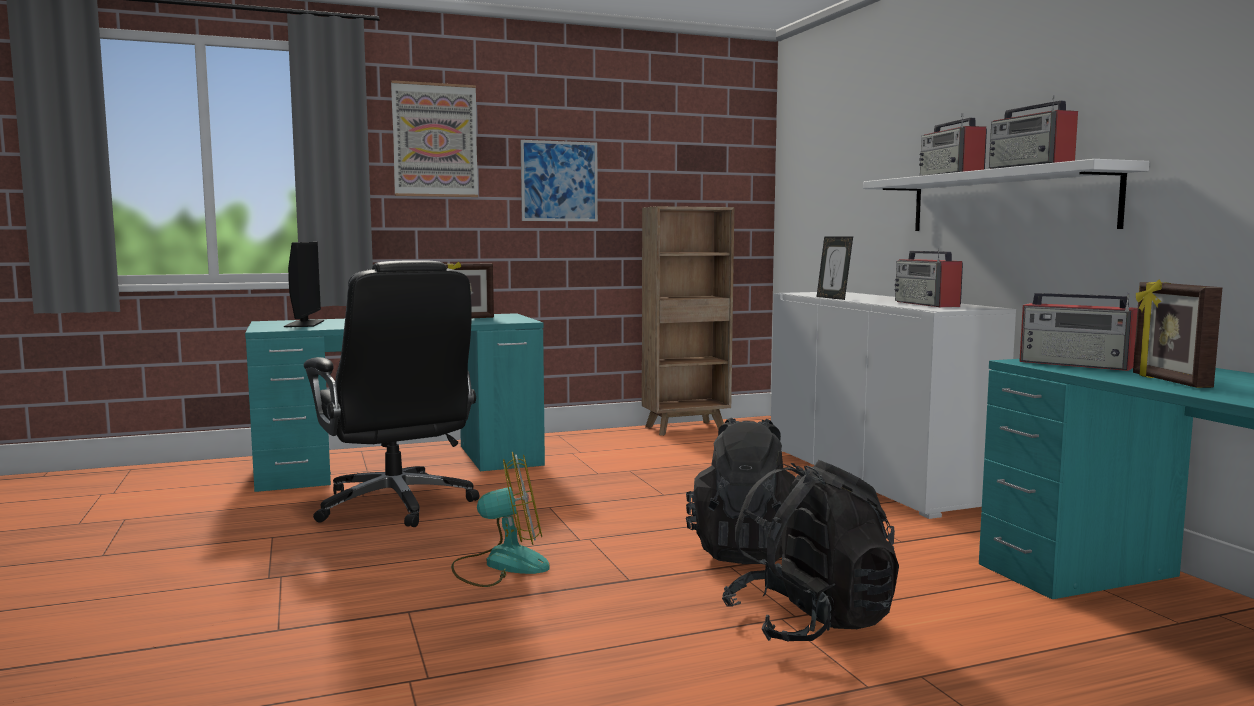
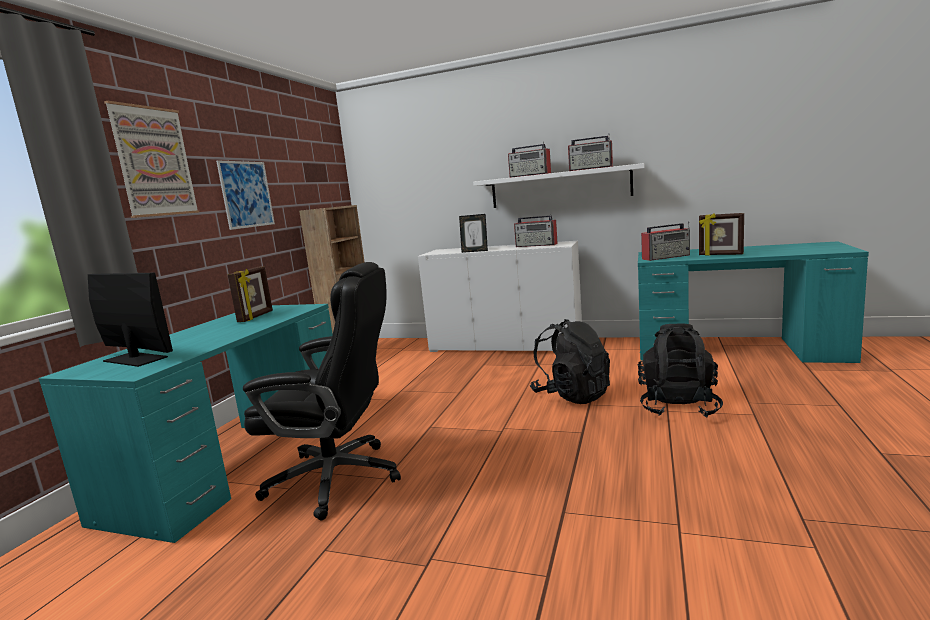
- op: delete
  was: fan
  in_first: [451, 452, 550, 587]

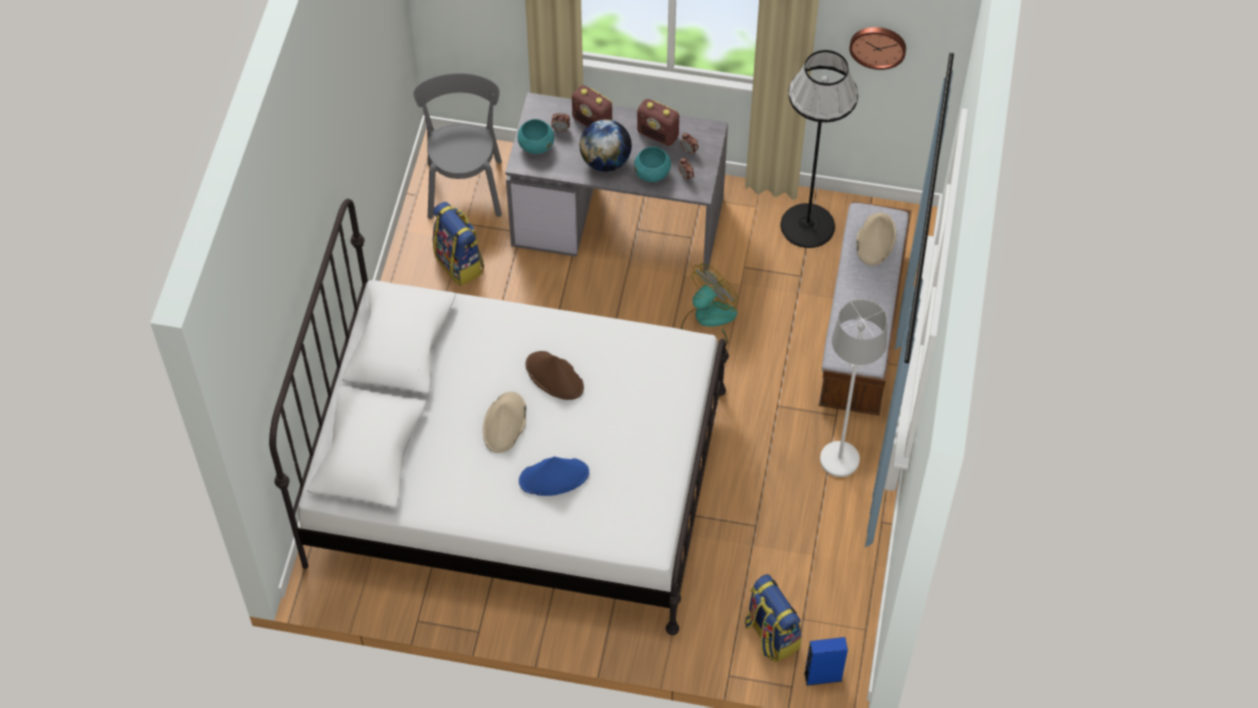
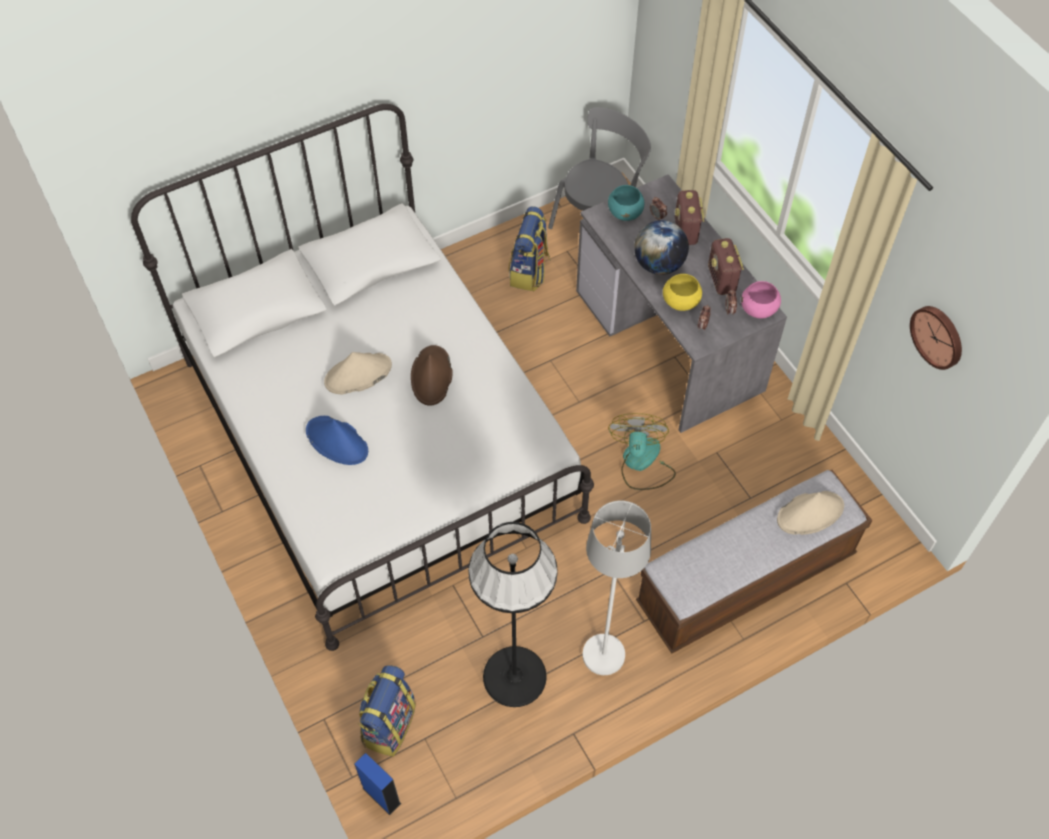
- op: move
  was: blackish standard lamp
  in_first: [781, 50, 858, 248]
  in_second: [468, 522, 558, 707]
- op: recolor
  was: turquoise-coloured bowl
  now: yellow bowl
  in_first: [634, 147, 671, 182]
  in_second: [663, 274, 702, 311]
- op: rotate
  was: fan
  in_first: [681, 263, 738, 345]
  in_second: [608, 413, 676, 490]
  clockwise: -90
- op: insert
  now: pink-coloured bowl
  in_second: [741, 281, 781, 319]

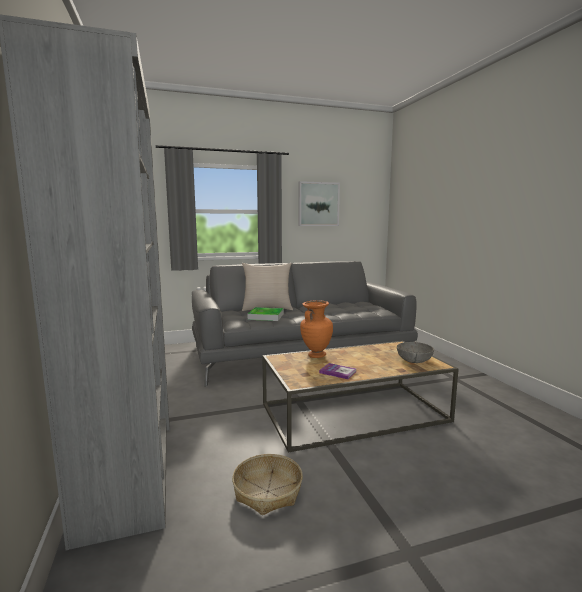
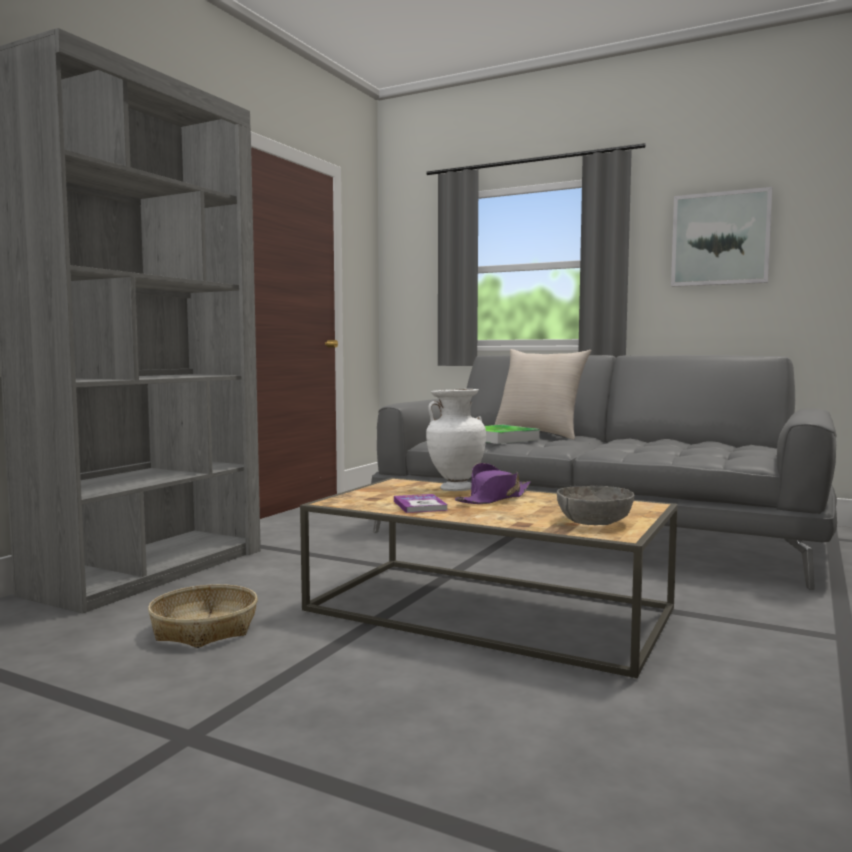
- op: recolor
  was: orange-coloured decorative vase
  now: whitish decorative vase
  in_first: [300, 300, 333, 358]
  in_second: [426, 389, 486, 491]
- op: insert
  now: purple clothing hat
  in_second: [455, 463, 531, 504]

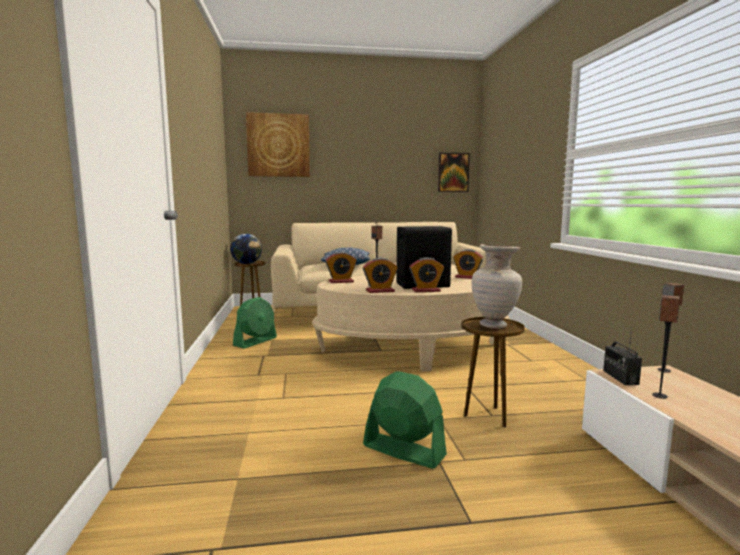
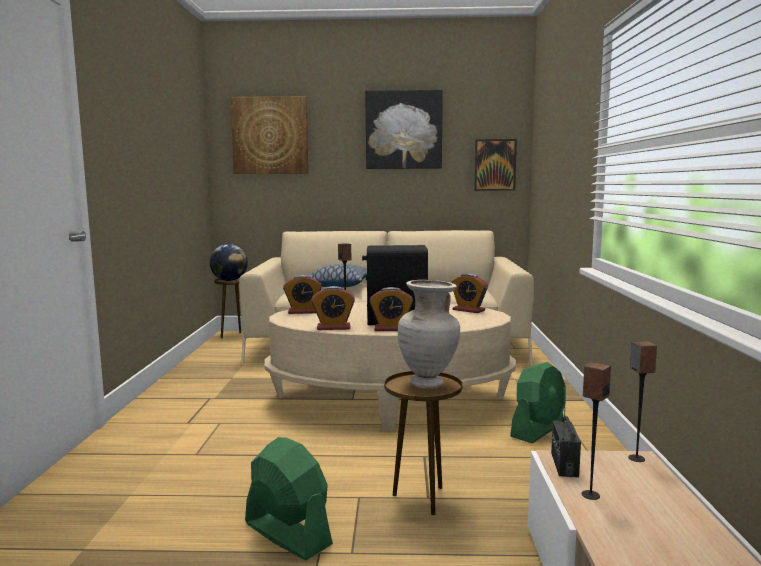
- op: move
  was: green fan
  in_first: [233, 297, 277, 349]
  in_second: [510, 362, 566, 443]
- op: insert
  now: wall art
  in_second: [365, 90, 443, 169]

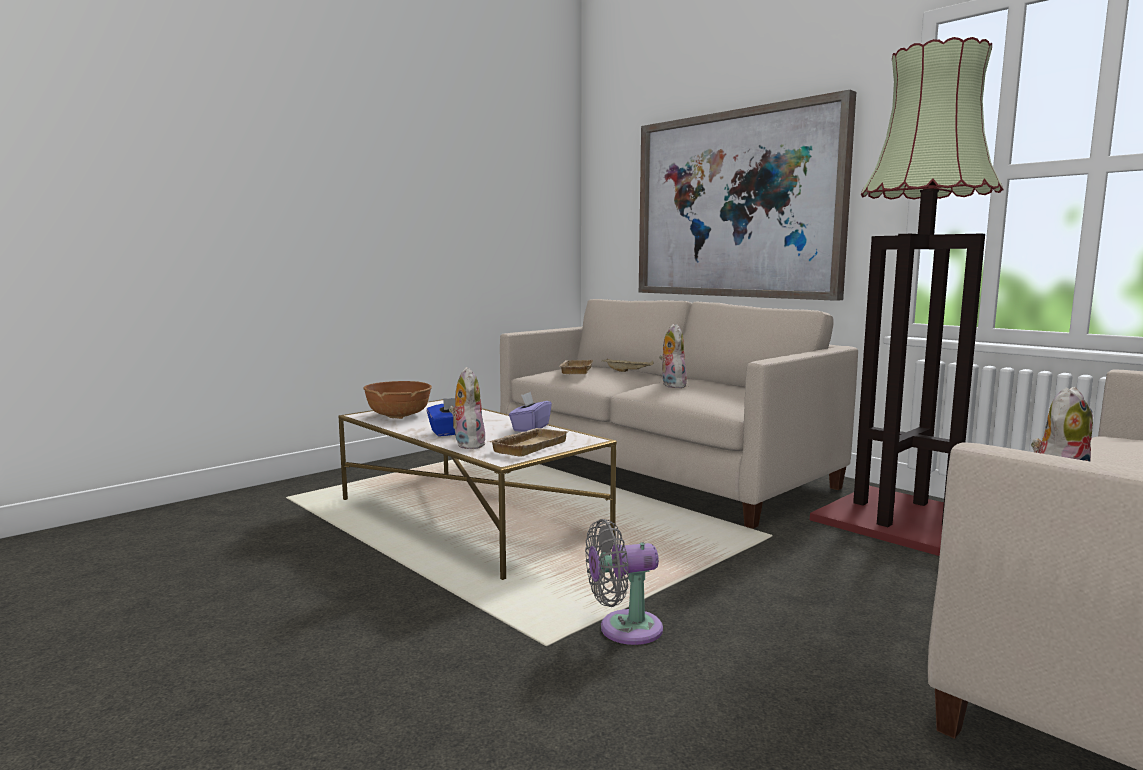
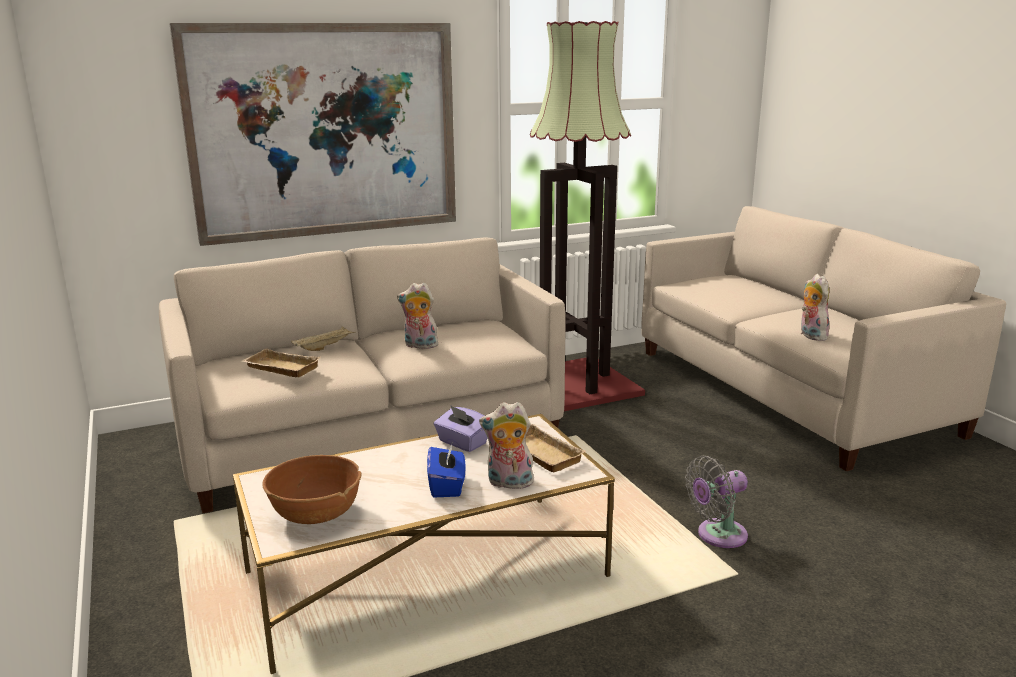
- op: rotate
  was: greyish fan
  in_first: [585, 519, 663, 645]
  in_second: [685, 456, 748, 548]
  clockwise: 60

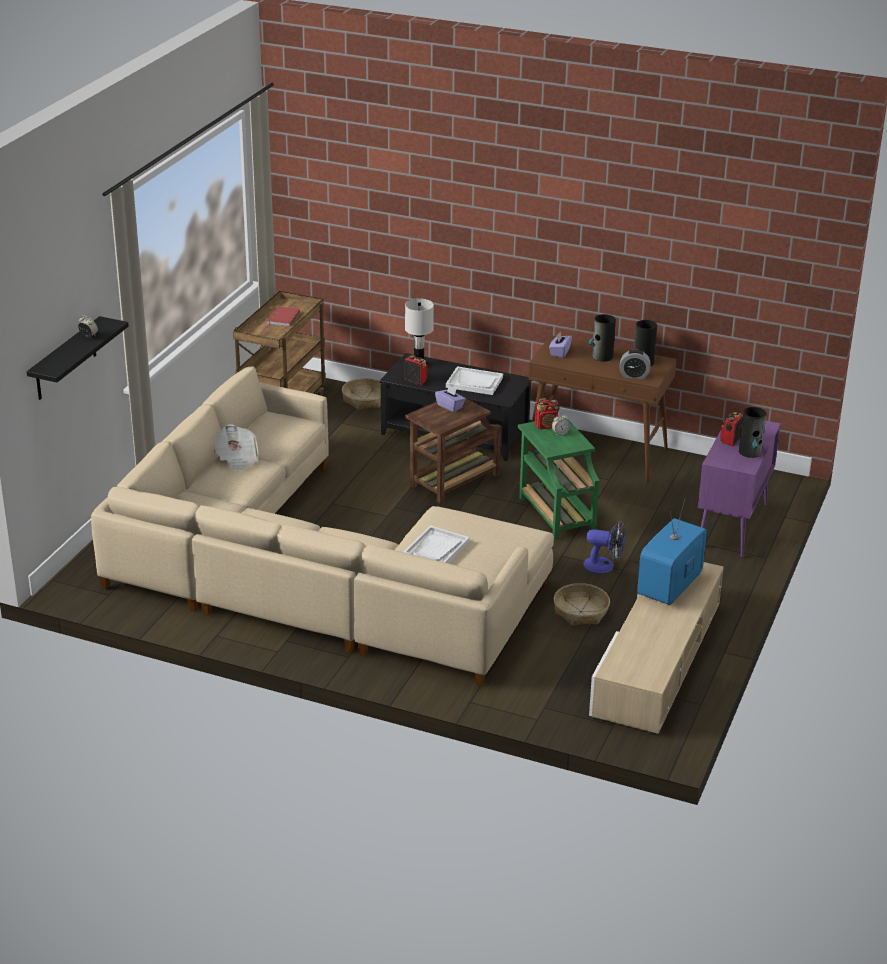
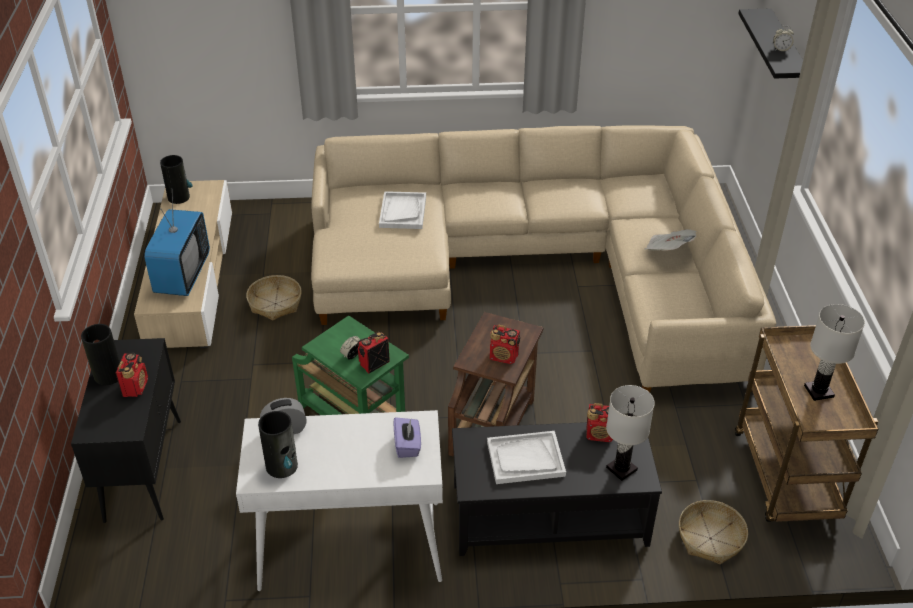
- op: replace
  was: red-coloured book
  now: whitish lamp for a table
  in_first: [267, 306, 300, 327]
  in_second: [804, 304, 865, 401]
- op: move
  was: decorative vase
  in_first: [589, 314, 616, 362]
  in_second: [160, 155, 193, 204]
- op: recolor
  was: brown-coloured hall table
  now: whitish hall table
  in_first: [528, 335, 677, 482]
  in_second: [236, 410, 443, 591]
- op: replace
  was: purple tissue box
  now: radio set
  in_first: [435, 385, 466, 412]
  in_second: [490, 325, 520, 364]
- op: recolor
  was: purple storage cabinet
  now: blackish storage cabinet
  in_first: [698, 414, 781, 557]
  in_second: [71, 338, 181, 523]
- op: delete
  was: fan
  in_first: [583, 521, 625, 574]

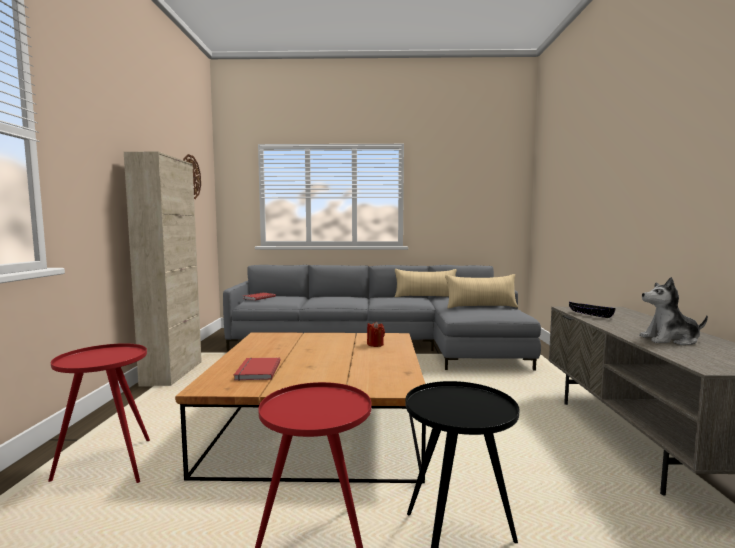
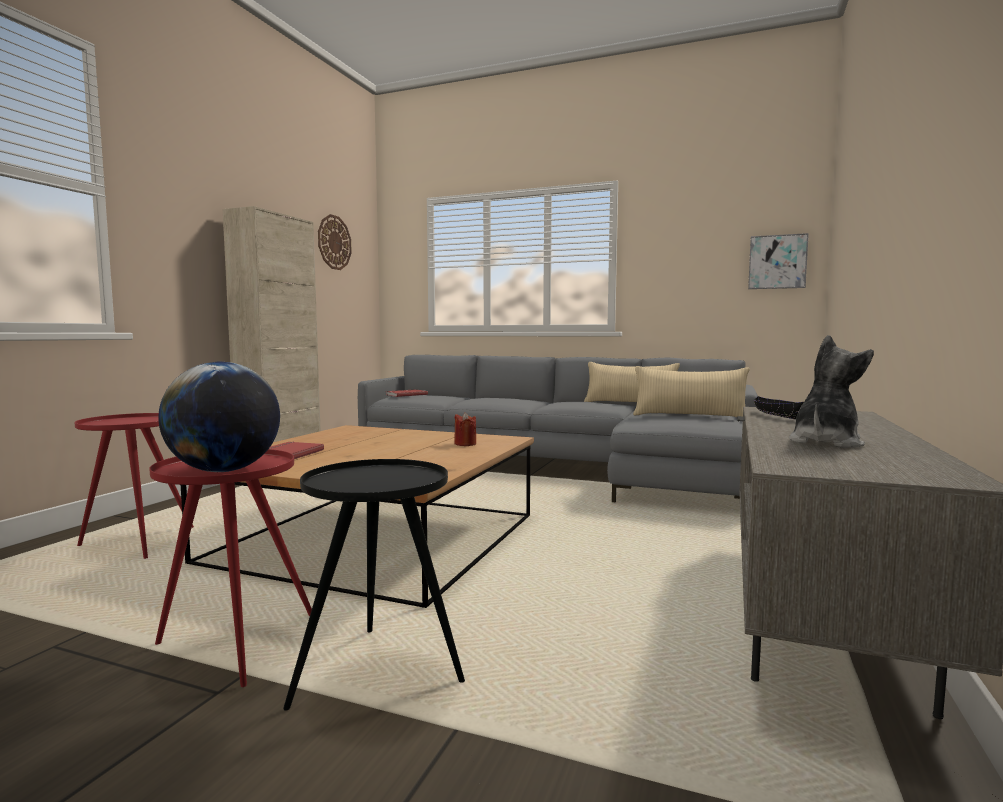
- op: rotate
  was: plush toy
  in_first: [639, 277, 708, 345]
  in_second: [789, 335, 874, 448]
  clockwise: 105
- op: insert
  now: wall art
  in_second: [748, 233, 809, 289]
- op: insert
  now: globe
  in_second: [158, 361, 280, 472]

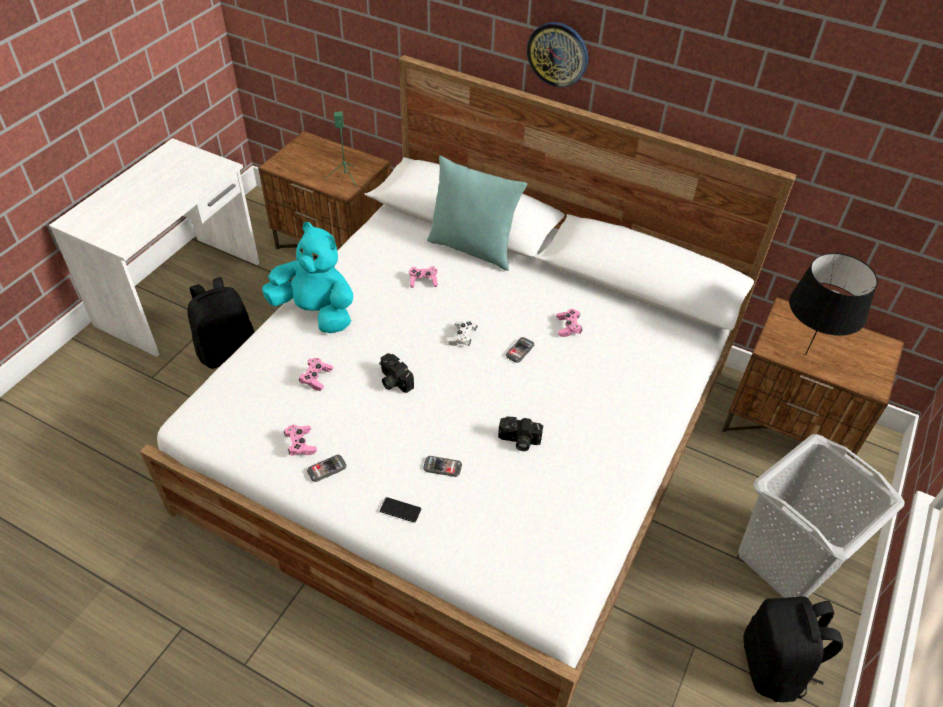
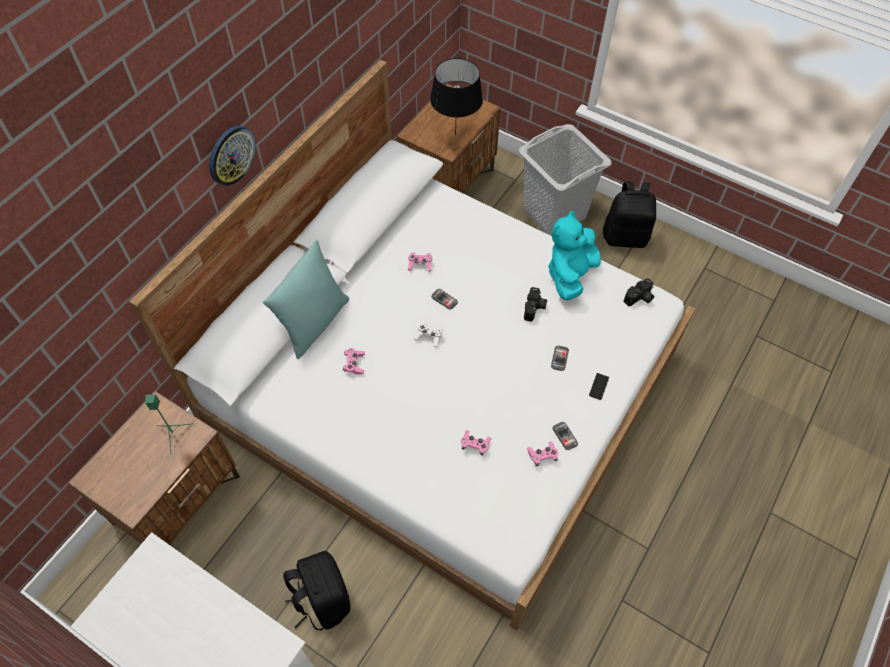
- op: move
  was: turquoise-coloured plush toy
  in_first: [262, 222, 353, 333]
  in_second: [548, 211, 601, 301]
- op: move
  was: photo camera
  in_first: [379, 353, 414, 393]
  in_second: [623, 278, 654, 306]

